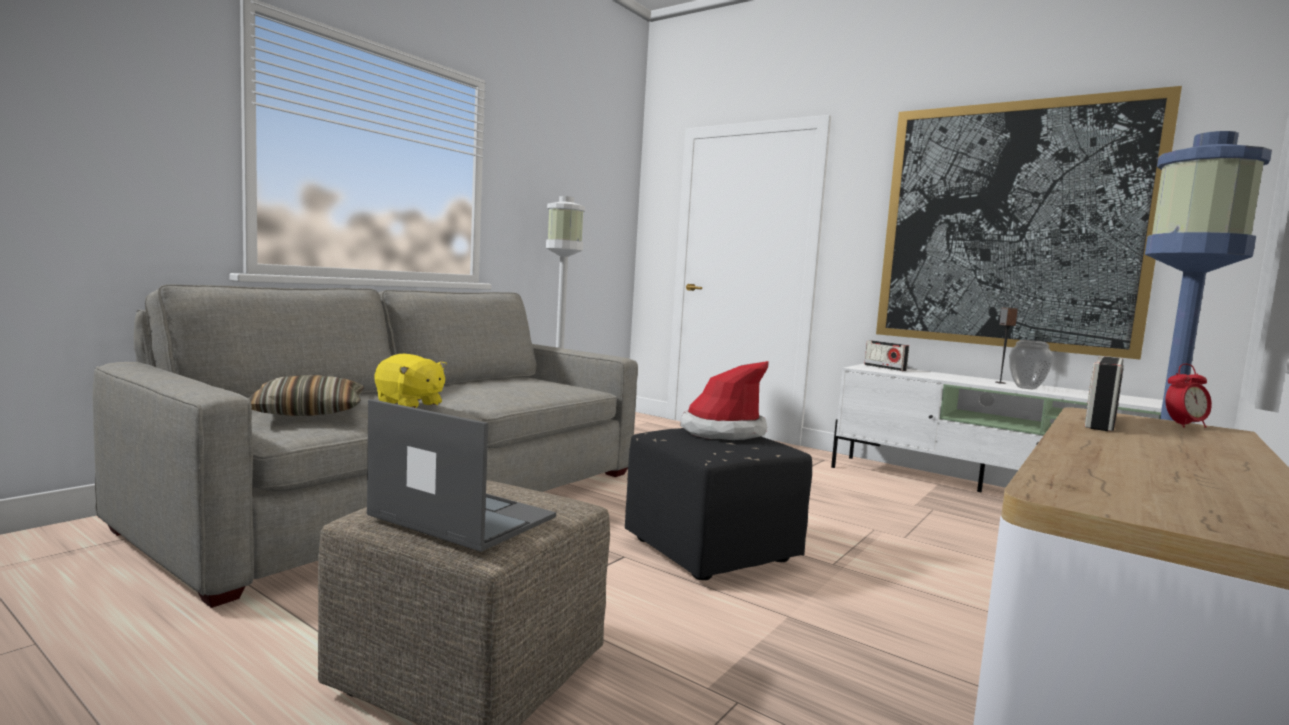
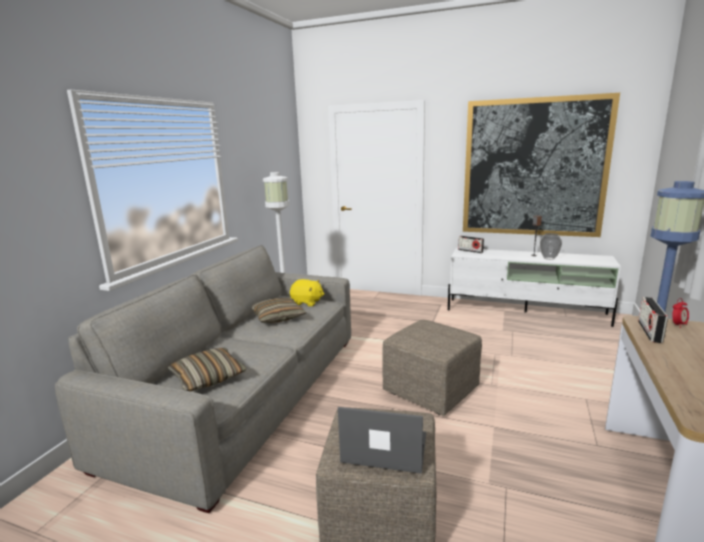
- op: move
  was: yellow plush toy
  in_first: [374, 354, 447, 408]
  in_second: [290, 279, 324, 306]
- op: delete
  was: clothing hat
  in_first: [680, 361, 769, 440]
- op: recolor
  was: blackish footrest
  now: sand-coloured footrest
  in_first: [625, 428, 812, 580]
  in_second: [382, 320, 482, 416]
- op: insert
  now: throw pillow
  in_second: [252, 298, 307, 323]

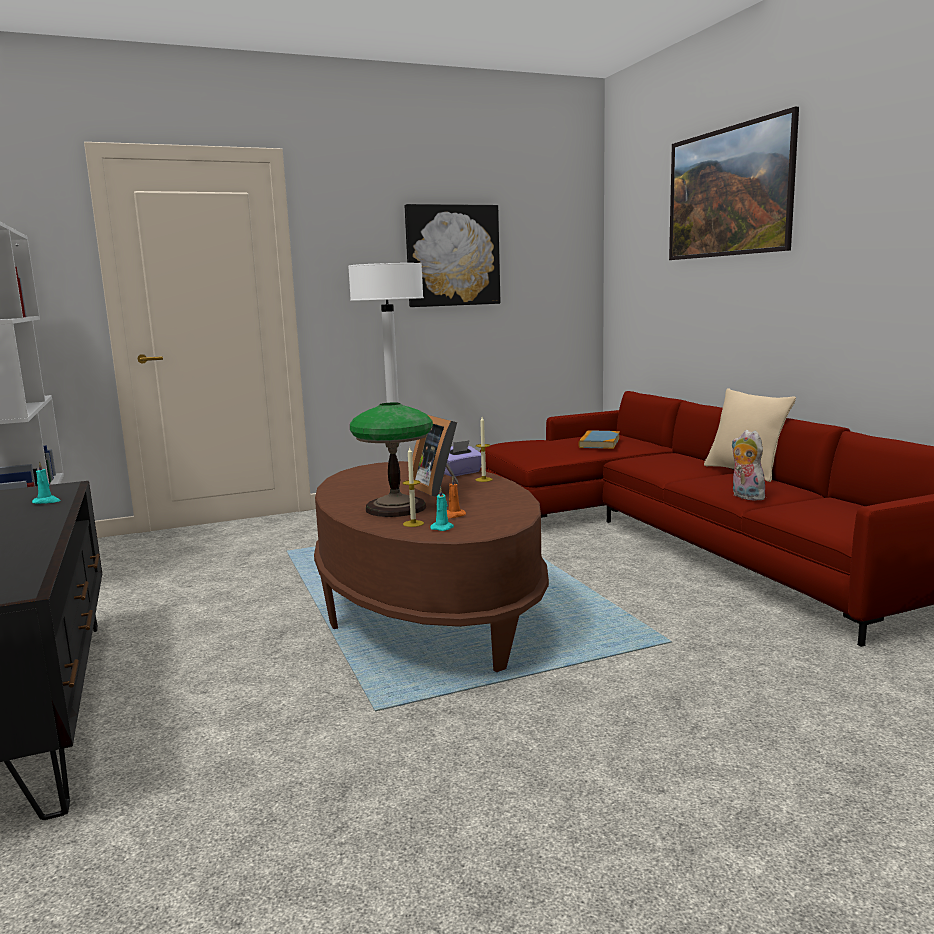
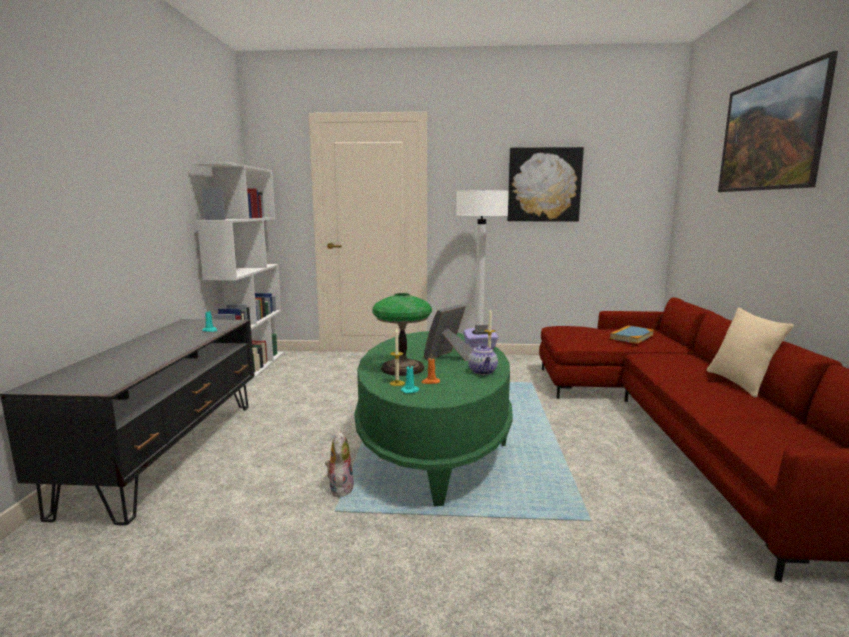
- op: rotate
  was: picture frame
  in_first: [408, 415, 458, 497]
  in_second: [424, 304, 473, 361]
  clockwise: 45
- op: move
  was: plush toy
  in_first: [732, 430, 768, 501]
  in_second: [325, 431, 354, 497]
- op: recolor
  was: brown-coloured lounge table
  now: green lounge table
  in_first: [314, 461, 549, 672]
  in_second: [354, 331, 513, 506]
- op: insert
  now: tea pot
  in_second: [468, 344, 498, 375]

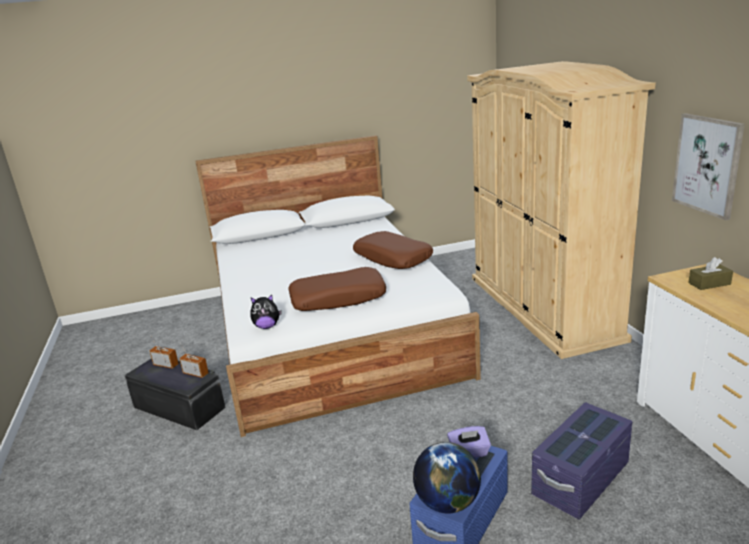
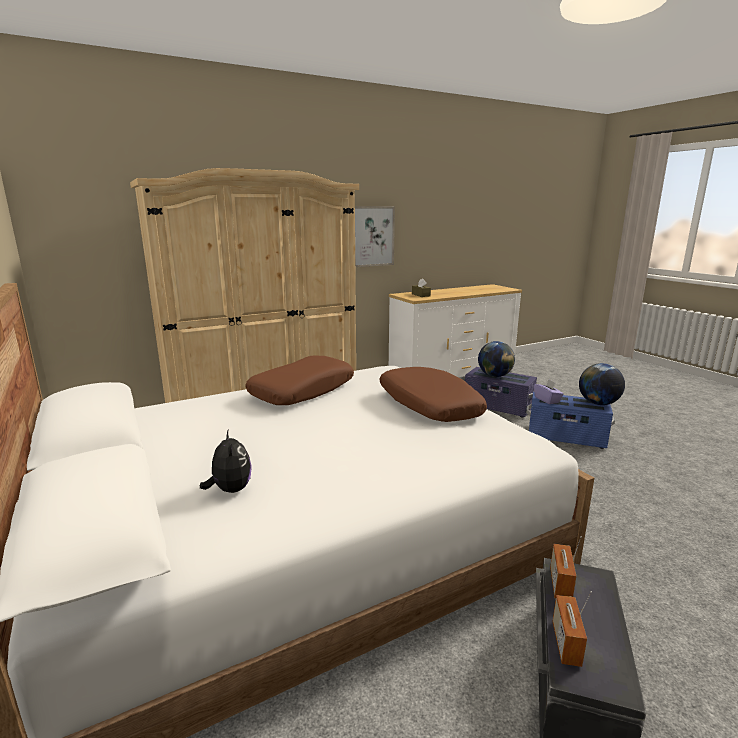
- op: move
  was: plush toy
  in_first: [250, 295, 282, 329]
  in_second: [200, 431, 252, 493]
- op: insert
  now: globe
  in_second: [478, 341, 515, 377]

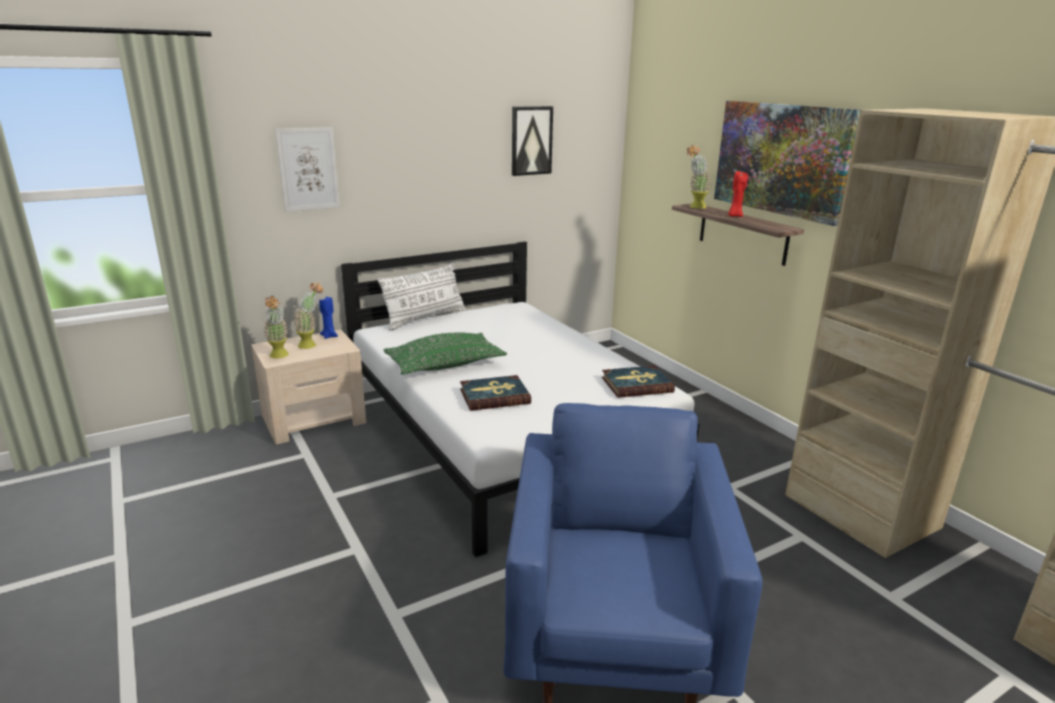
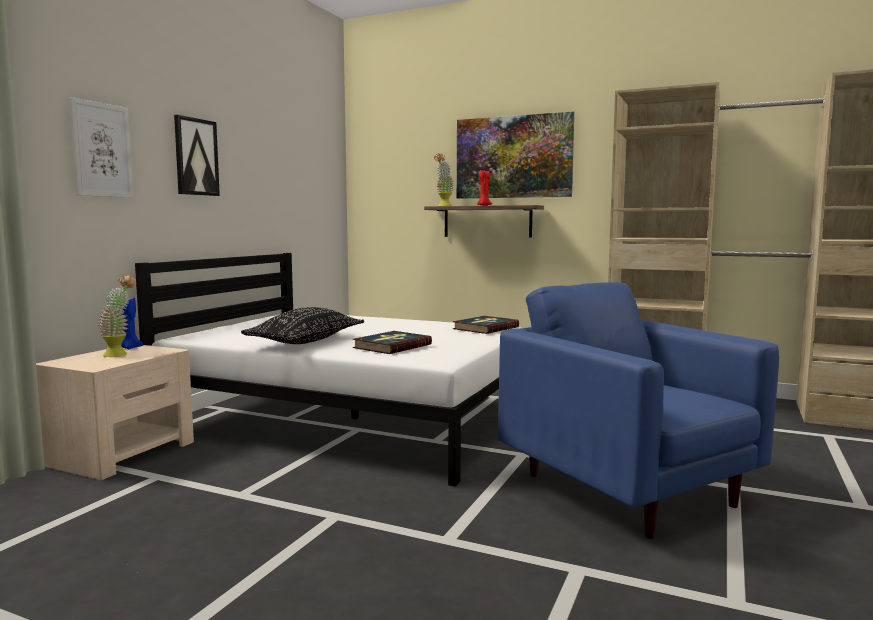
- op: move
  was: wall art
  in_first: [512, 106, 553, 176]
  in_second: [174, 115, 220, 196]
- op: delete
  was: whitish throw pillow
  in_first: [378, 262, 466, 331]
- op: delete
  was: houseplant
  in_first: [264, 296, 289, 358]
- op: recolor
  was: green throw pillow
  now: blackish throw pillow
  in_first: [384, 332, 507, 375]
  in_second: [241, 307, 364, 344]

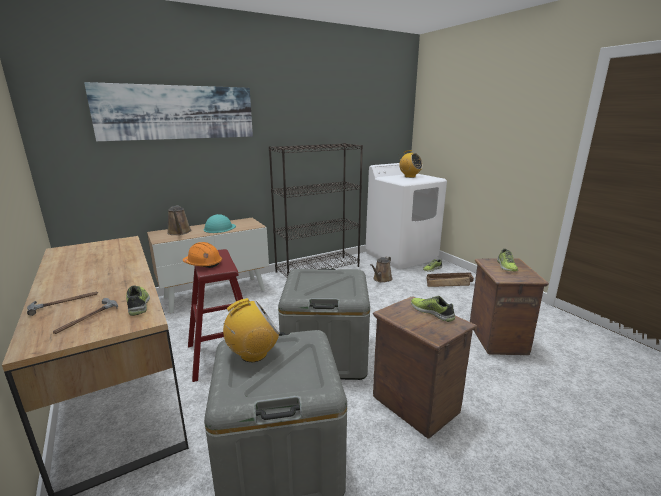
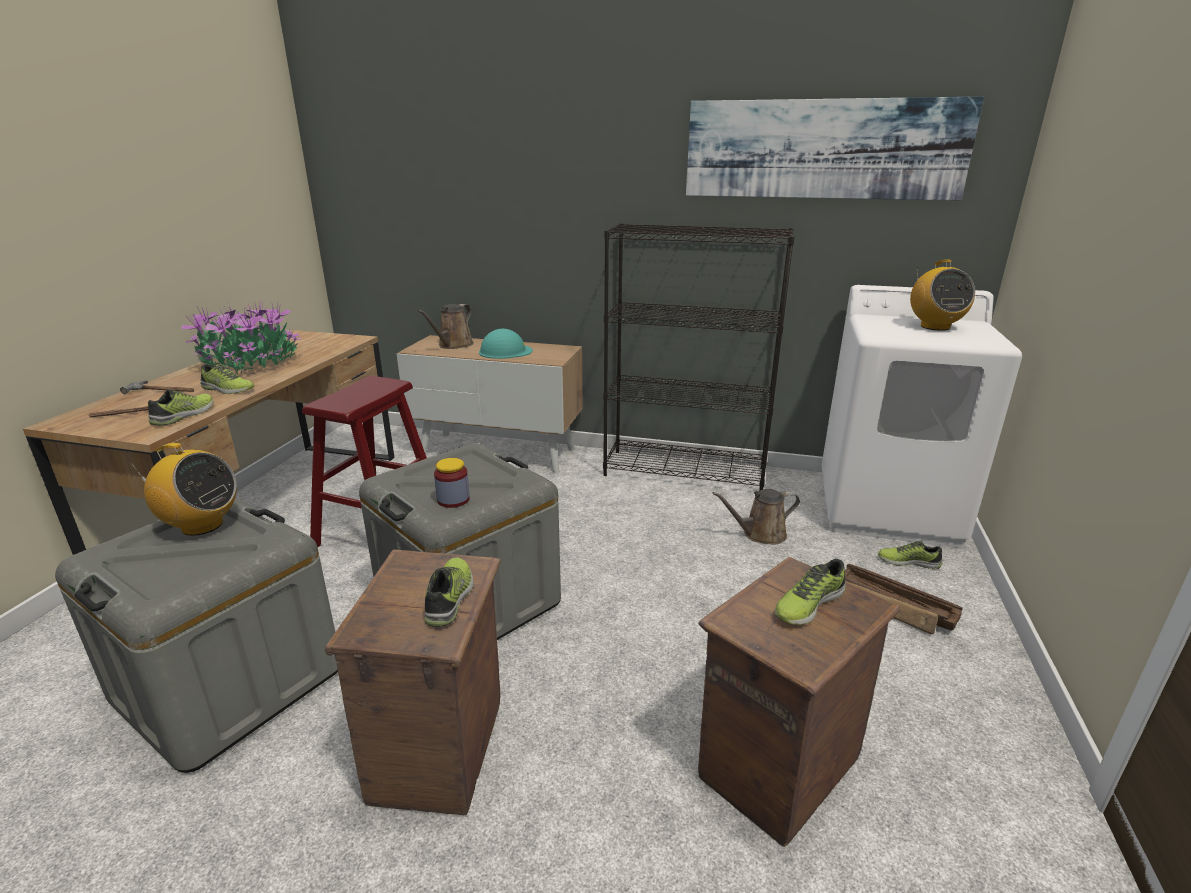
- op: move
  was: wall art
  in_first: [84, 82, 253, 141]
  in_second: [686, 96, 984, 201]
- op: delete
  was: orange-coloured safety helmet
  in_first: [183, 242, 222, 268]
- op: insert
  now: houseplant
  in_second: [181, 300, 301, 374]
- op: insert
  now: low shoe
  in_second: [200, 362, 255, 394]
- op: insert
  now: preserve jar
  in_second: [434, 458, 470, 508]

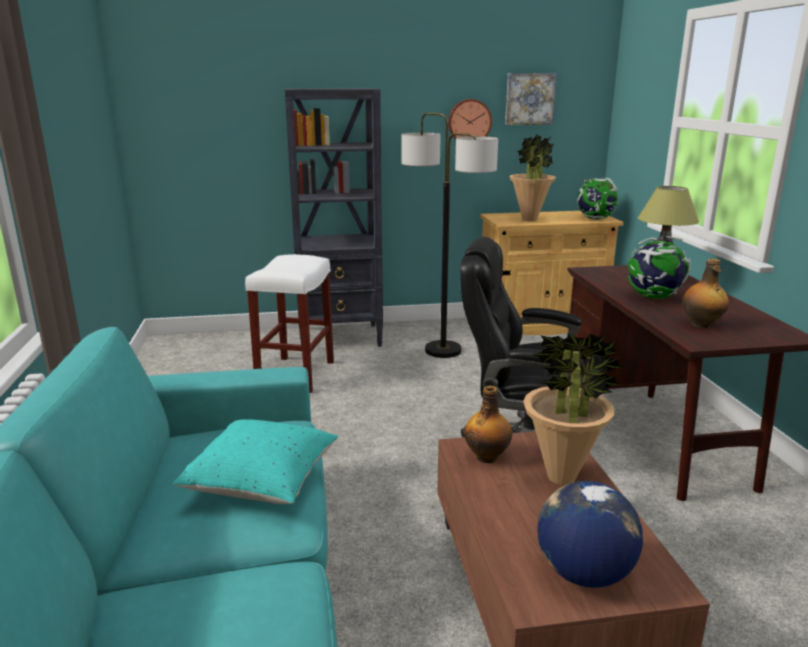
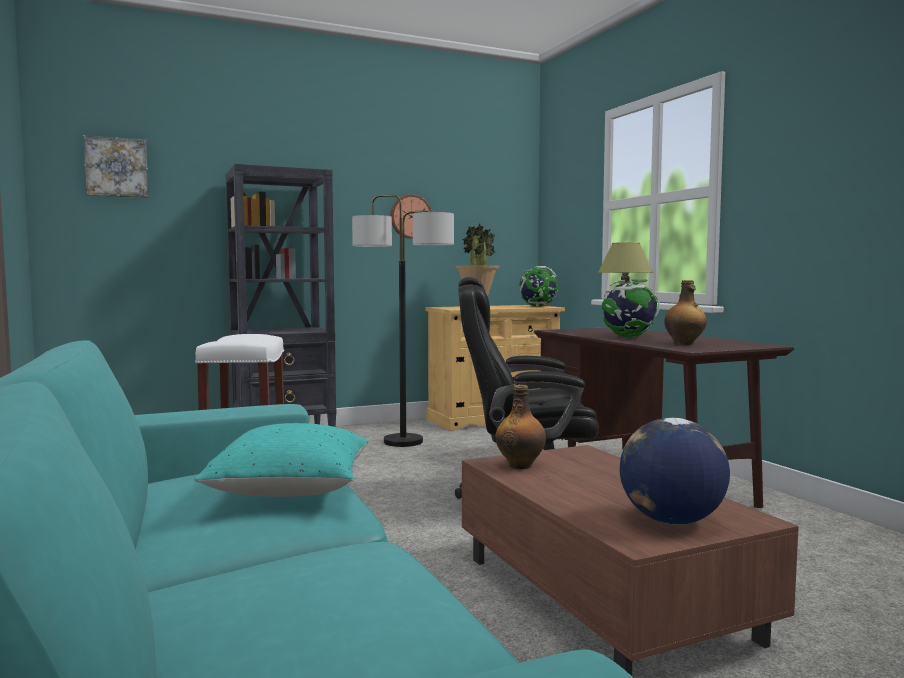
- op: move
  was: wall art
  in_first: [505, 73, 557, 125]
  in_second: [83, 135, 149, 198]
- op: delete
  was: houseplant
  in_first: [523, 332, 624, 485]

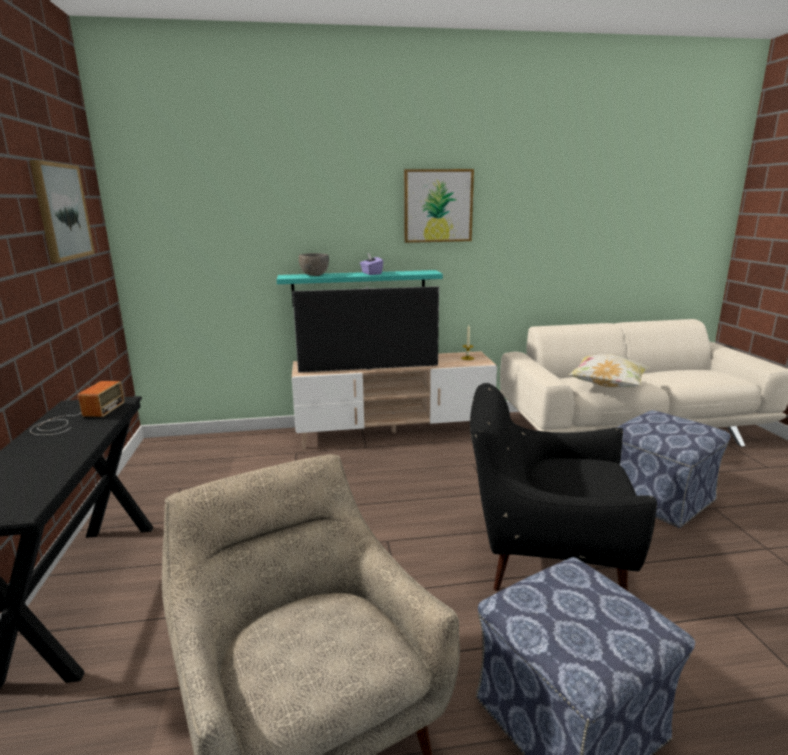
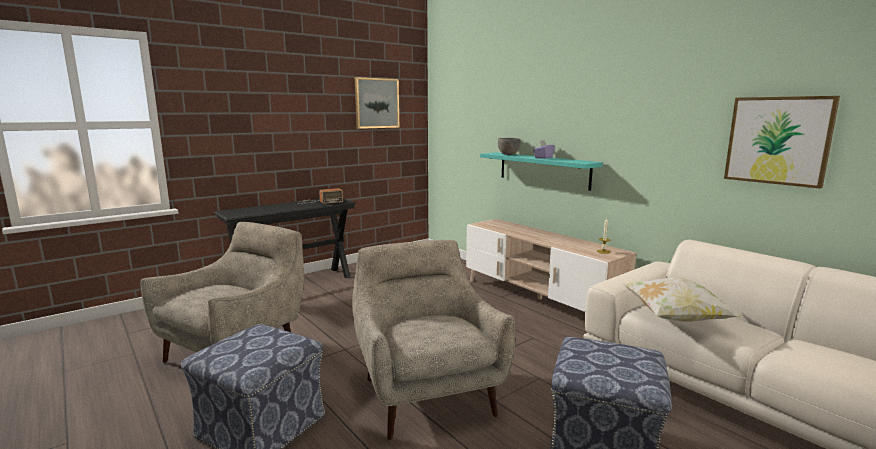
- op: move
  was: wall art
  in_first: [404, 169, 474, 243]
  in_second: [724, 96, 840, 189]
- op: delete
  was: TV
  in_first: [292, 286, 439, 373]
- op: recolor
  was: blackish armchair
  now: sand-coloured armchair
  in_first: [470, 383, 657, 591]
  in_second: [352, 240, 515, 440]

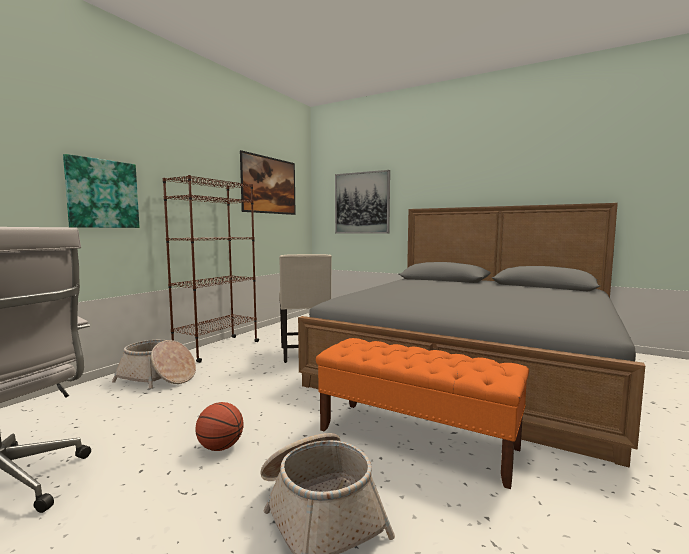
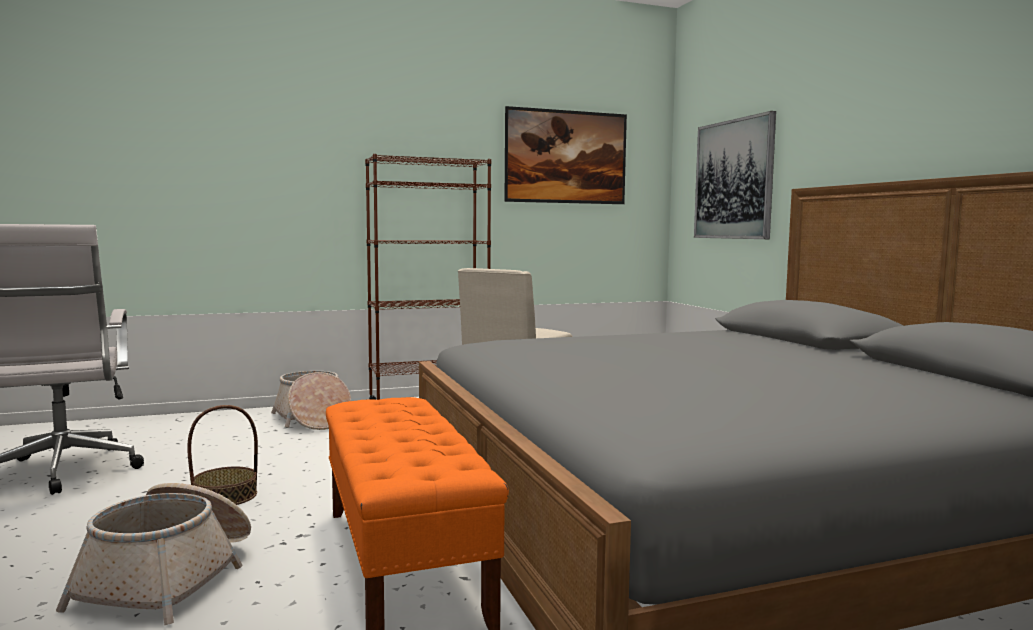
- op: delete
  was: wall art
  in_first: [63, 154, 139, 228]
- op: replace
  was: basketball ball
  now: storage basket
  in_first: [195, 402, 244, 451]
  in_second: [187, 405, 258, 505]

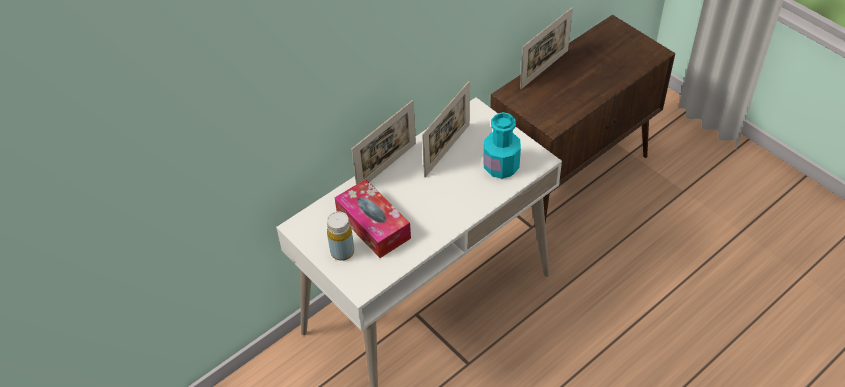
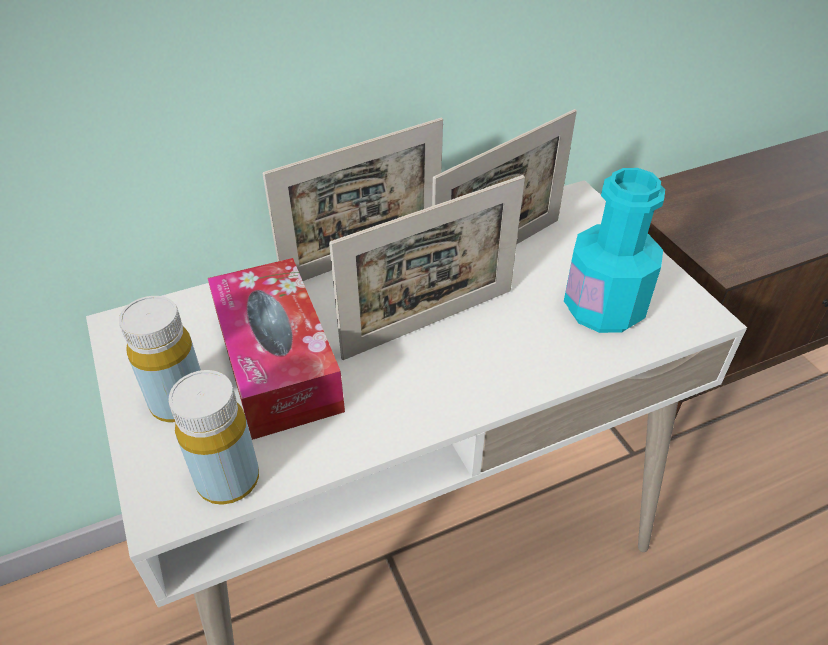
- op: move
  was: picture frame
  in_first: [520, 8, 573, 90]
  in_second: [329, 175, 525, 360]
- op: insert
  now: yellow bottle
  in_second: [169, 370, 259, 505]

